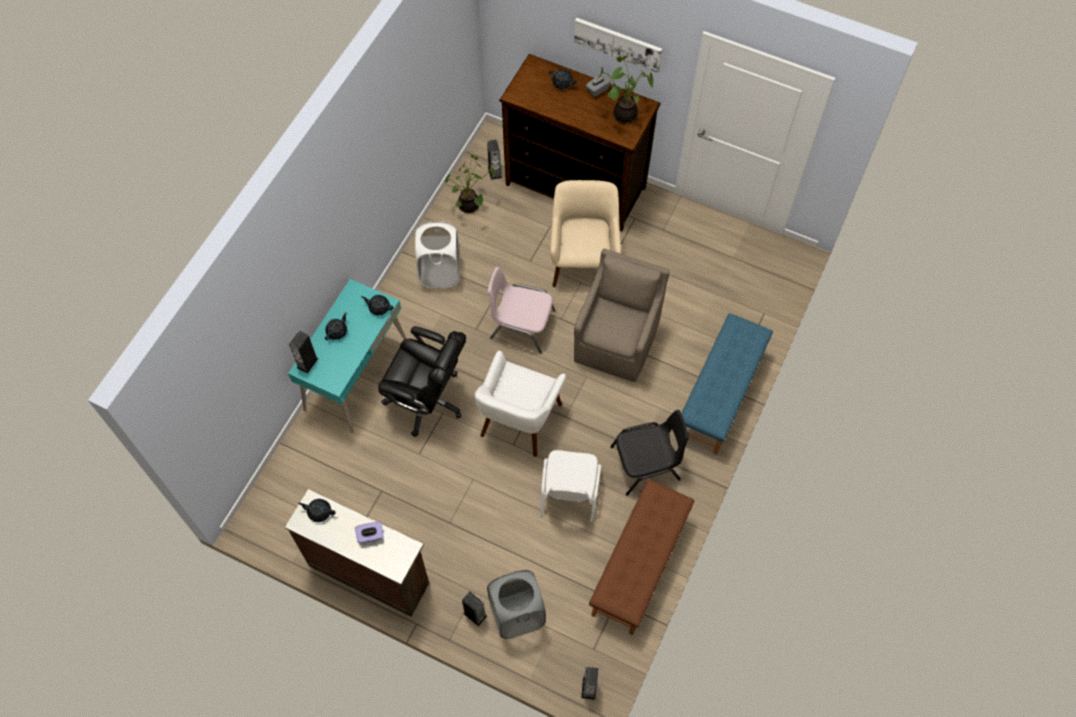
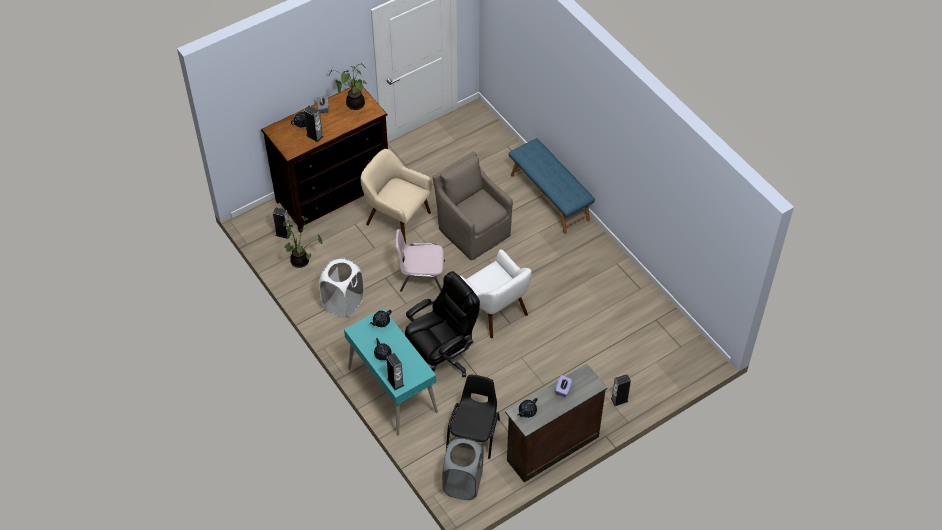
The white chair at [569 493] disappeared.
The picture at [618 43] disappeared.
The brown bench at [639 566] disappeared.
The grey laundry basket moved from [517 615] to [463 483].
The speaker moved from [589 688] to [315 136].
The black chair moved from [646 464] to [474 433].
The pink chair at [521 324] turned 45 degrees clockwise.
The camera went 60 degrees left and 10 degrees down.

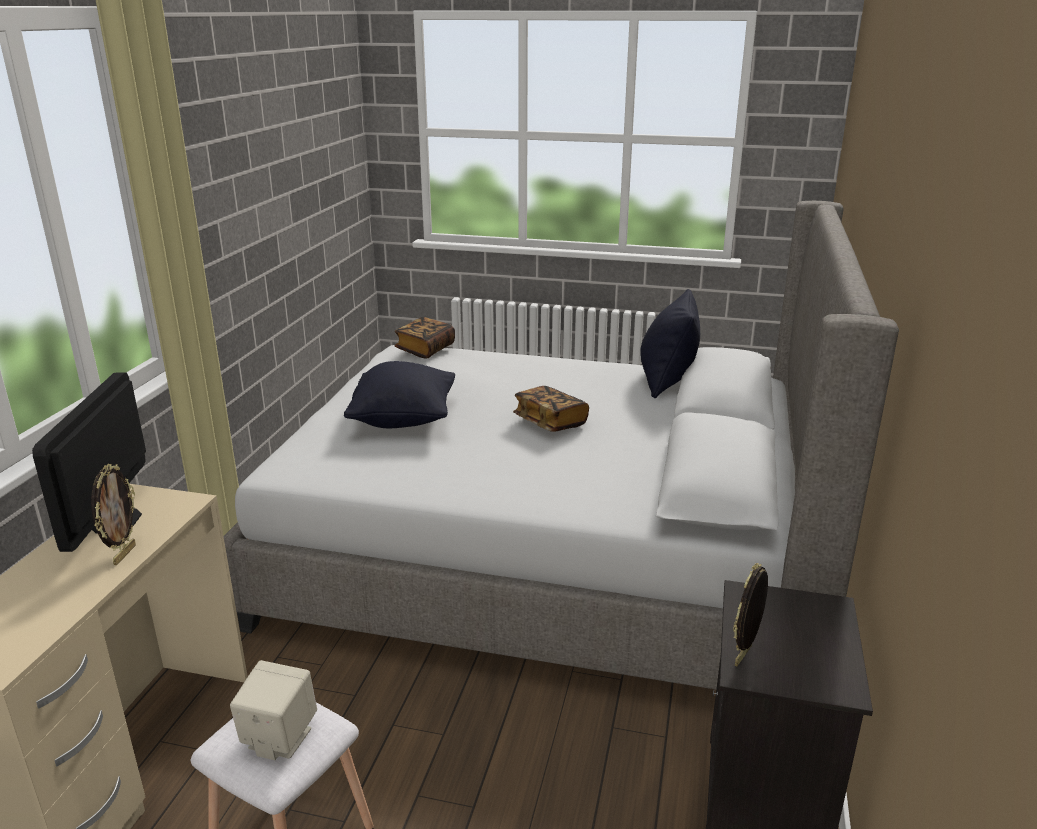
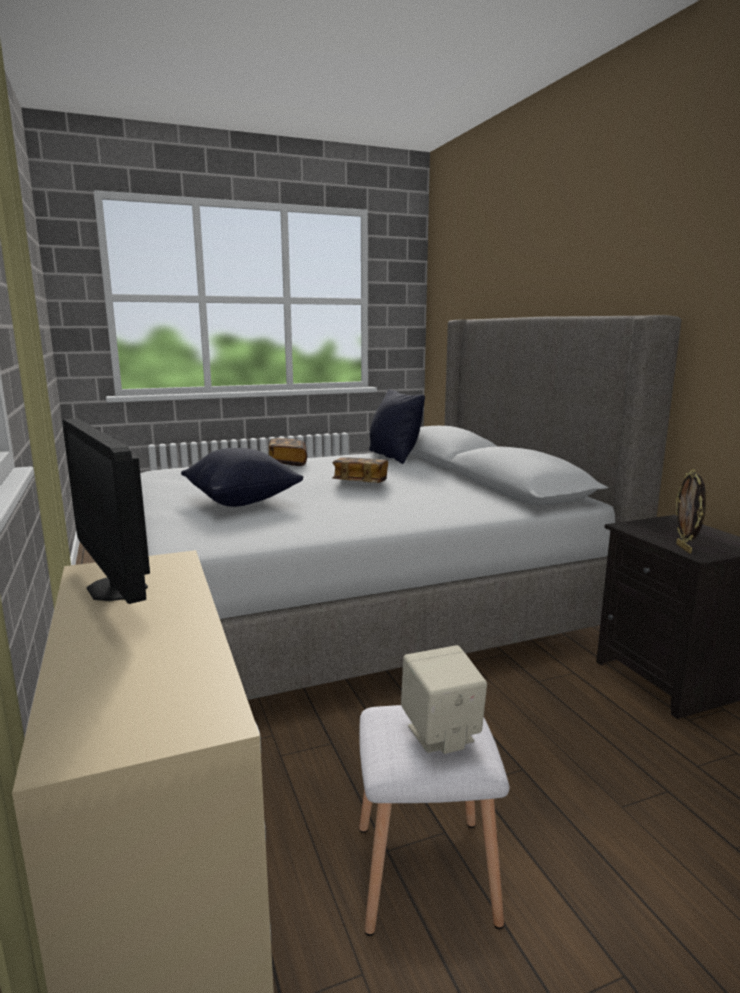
The picture frame at [123 554] disappeared.
The book moved from [425 349] to [288 462].
The camera went 35 degrees left and 10 degrees down.

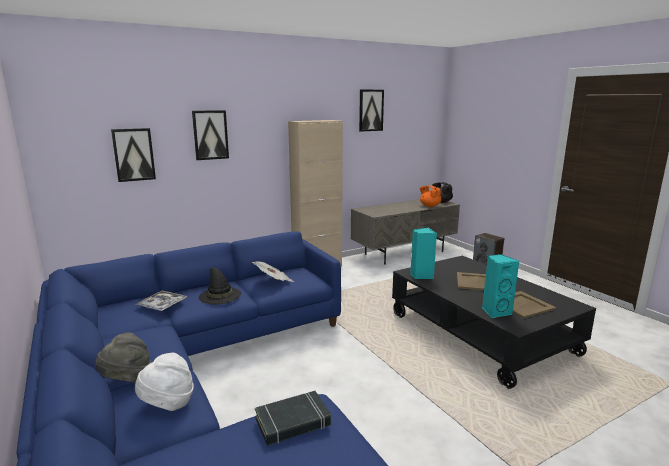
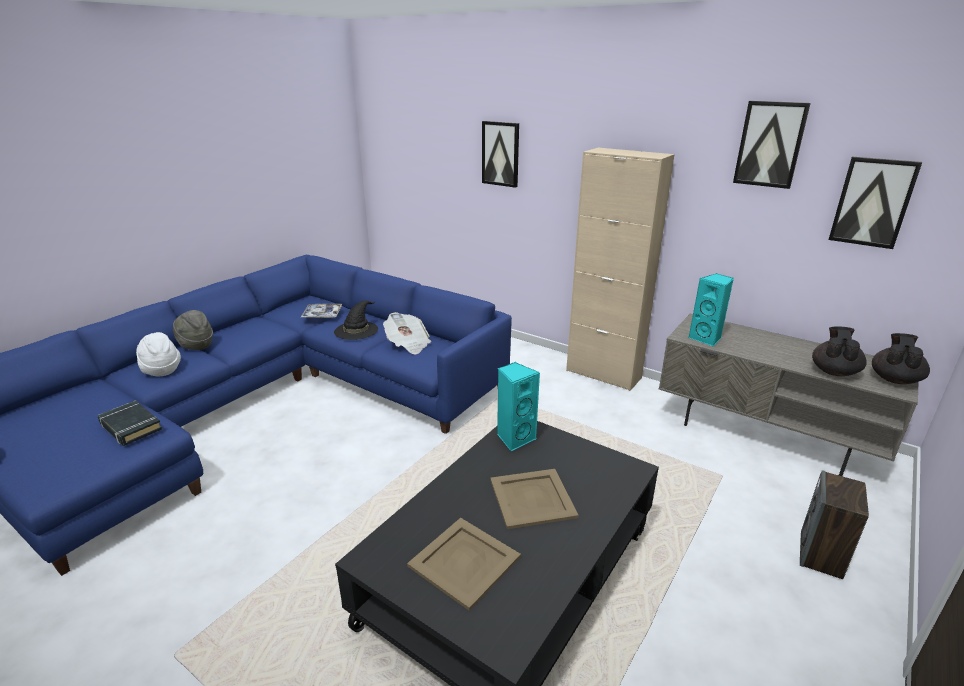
The picture moved from [133 154] to [872 202].
The turquoise speaker moved from [495 312] to [706 339].
The orange teapot at [429 205] became the black teapot at [834 371].
The camera went 65 degrees right and 10 degrees up.

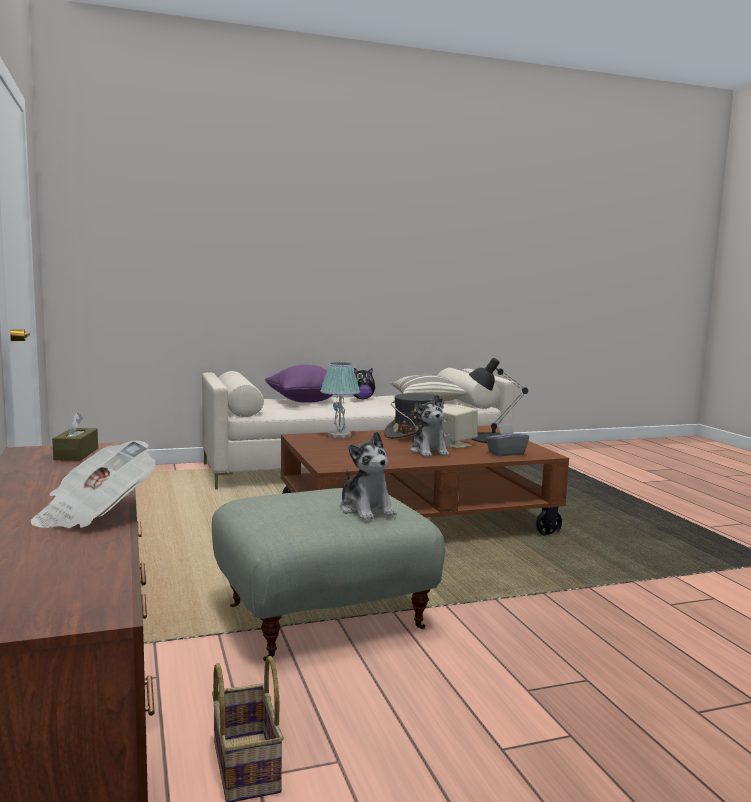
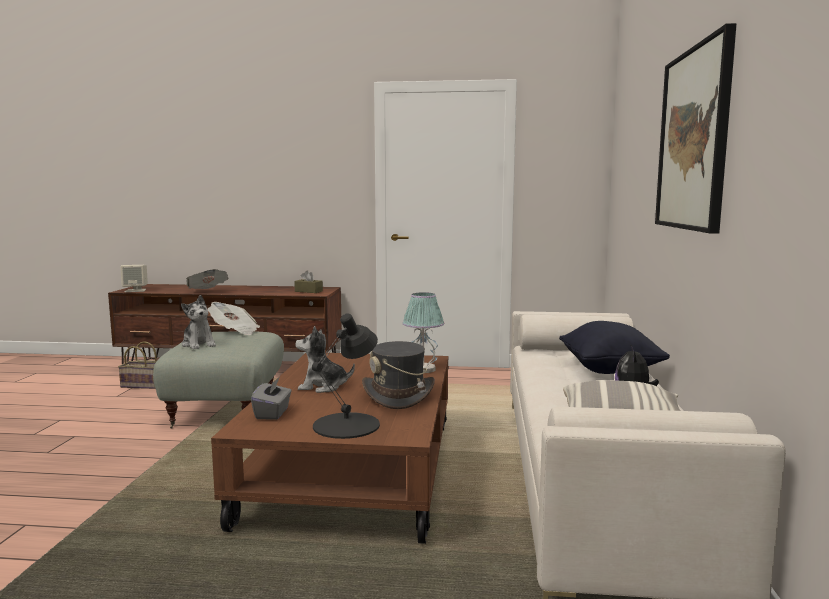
The newspaper at [235 331] appeared.
The picture at [693 139] appeared.
The beige speaker moved from [455 444] to [135 290].
The purple pillow at [305 401] became the black pillow at [609 370].
The plush toy at [366 510] turned 120 degrees counterclockwise.
The camera went 115 degrees right and 0 degrees up.

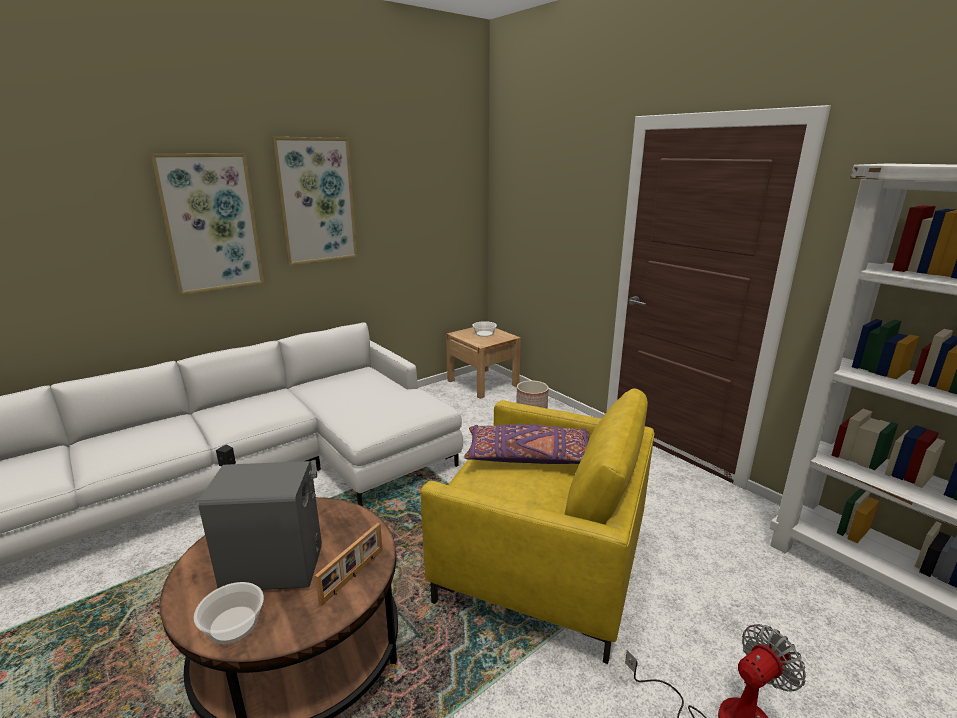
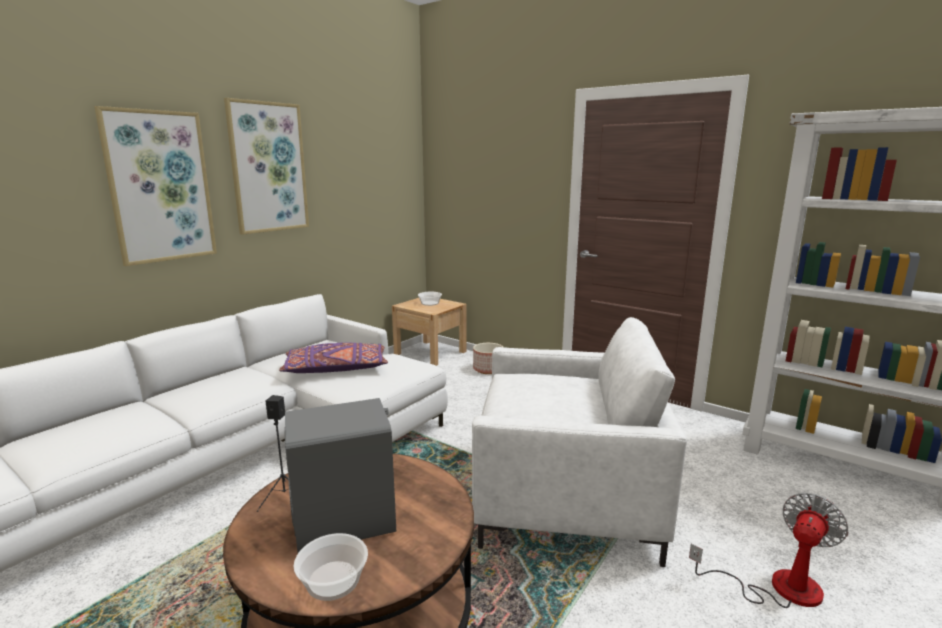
The picture frame at [353 576] disappeared.
The purple pillow moved from [529 457] to [336 369].
The yellow armchair at [543 563] became the white armchair at [565 495].
The camera went 15 degrees left and 5 degrees down.

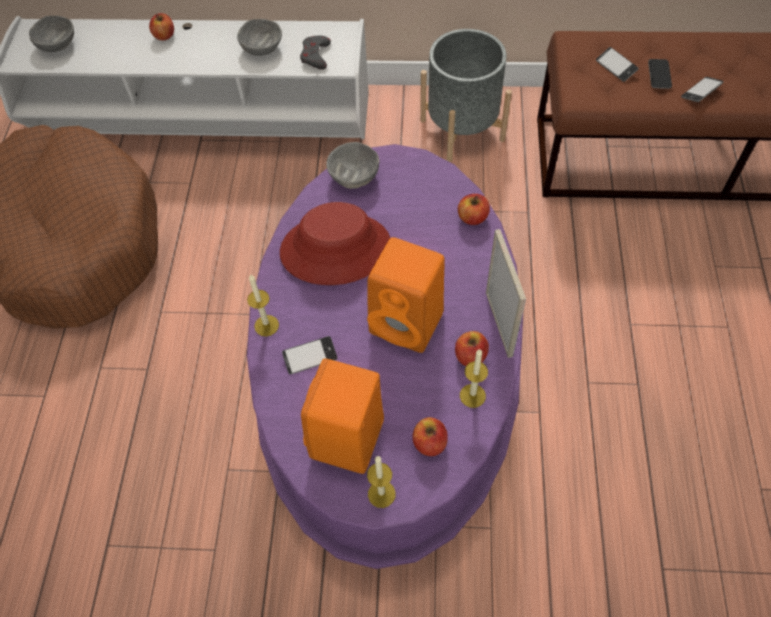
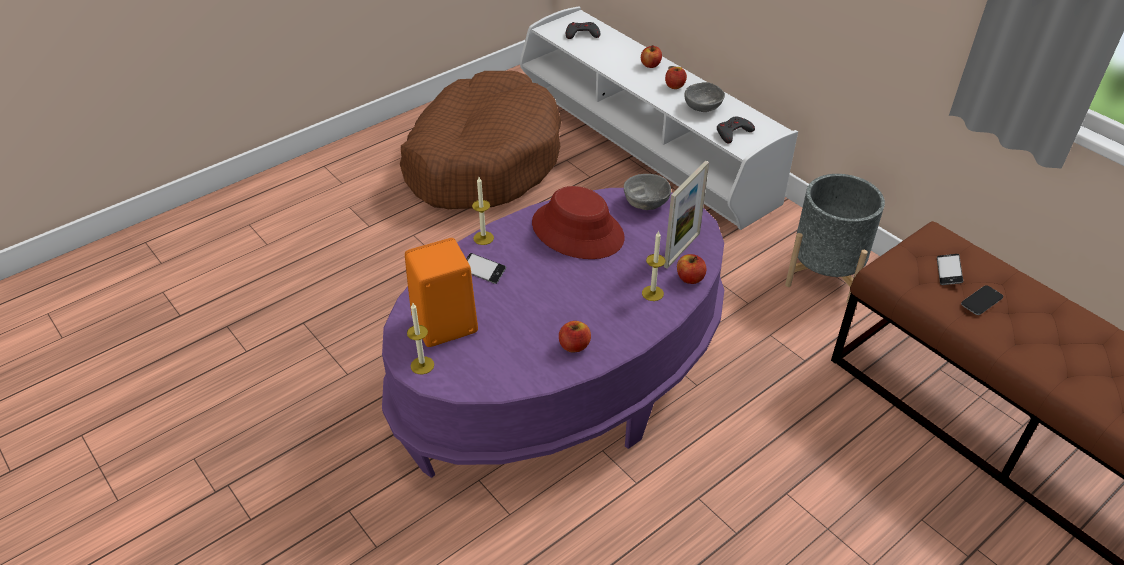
The orange speaker at [409 323] disappeared.
The phone at [701 92] disappeared.
The apple moved from [429 443] to [674 86].
The candle moved from [472 395] to [652 293].
The picture frame moved from [499 324] to [682 250].
The grey bowl at [57 44] was replaced by the grey game controller at [582 34].
The camera went 45 degrees right and 15 degrees down.

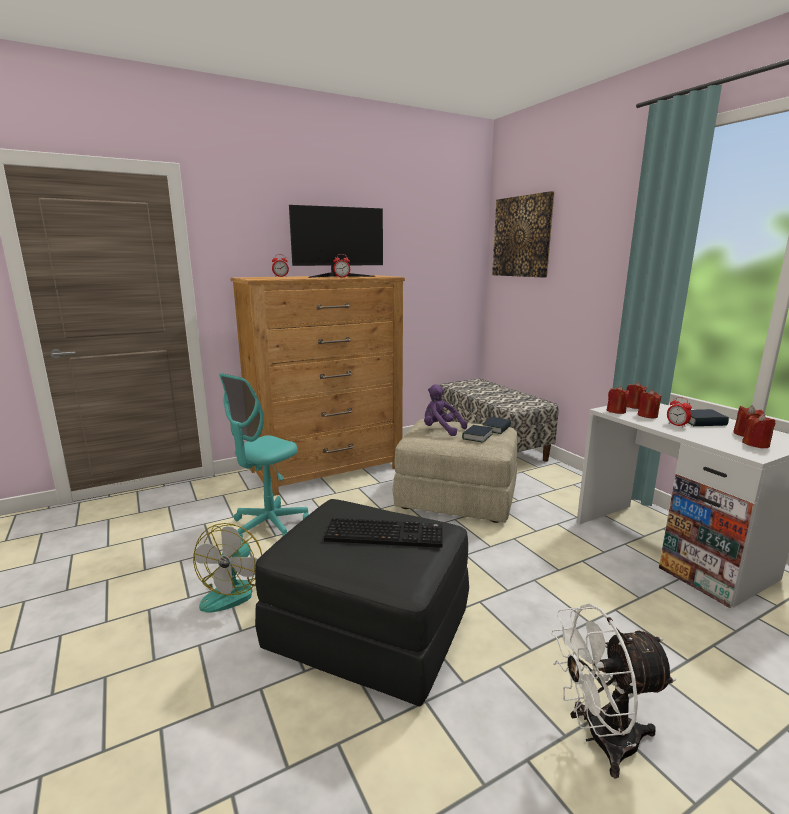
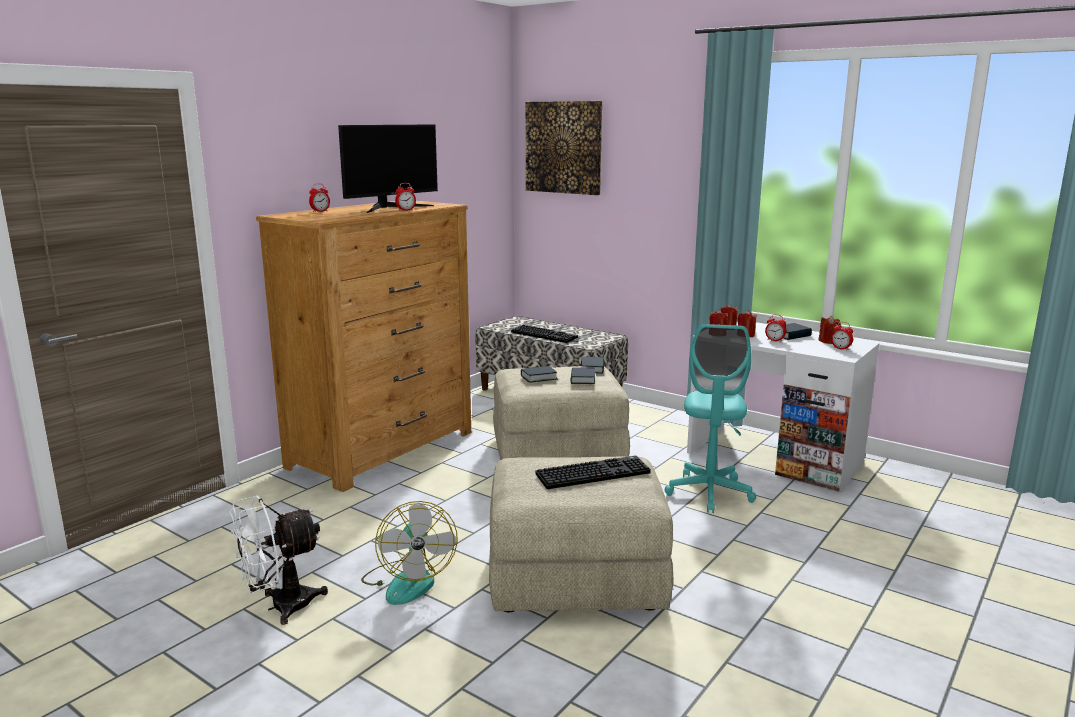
The keyboard at [545 335] appeared.
The turquoise office chair moved from [269 526] to [709 493].
The white fan moved from [600 739] to [280 607].
The purple plush toy at [441 430] was replaced by the book at [538 378].
The red candle at [756 444] was replaced by the alarm clock at [841 348].
The black ottoman at [370 631] became the beige ottoman at [577 576].
The camera went 25 degrees left and 0 degrees up.

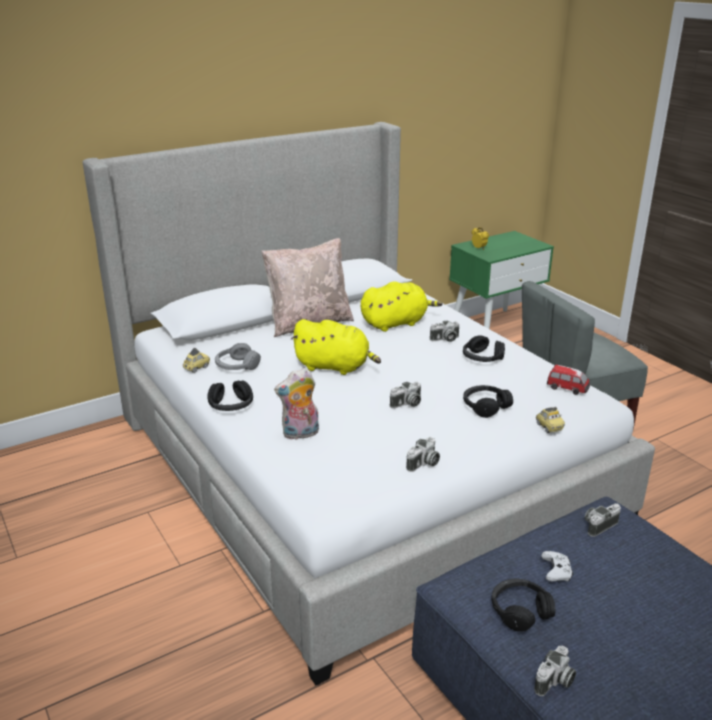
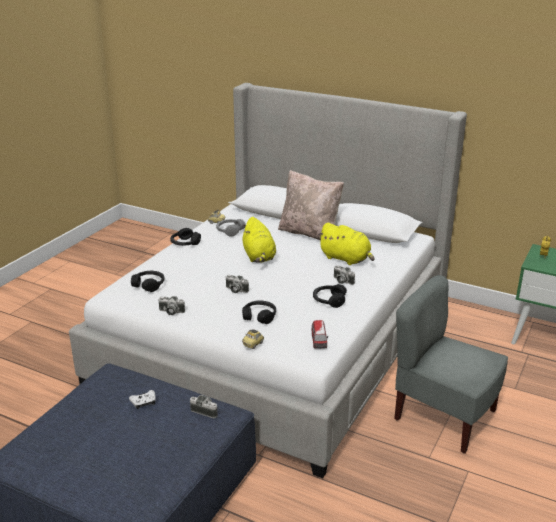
The plush toy at [300 434] disappeared.
The photo camera at [555 682] disappeared.
The black headphones moved from [520 611] to [149 285].
The camera went 60 degrees right and 0 degrees up.

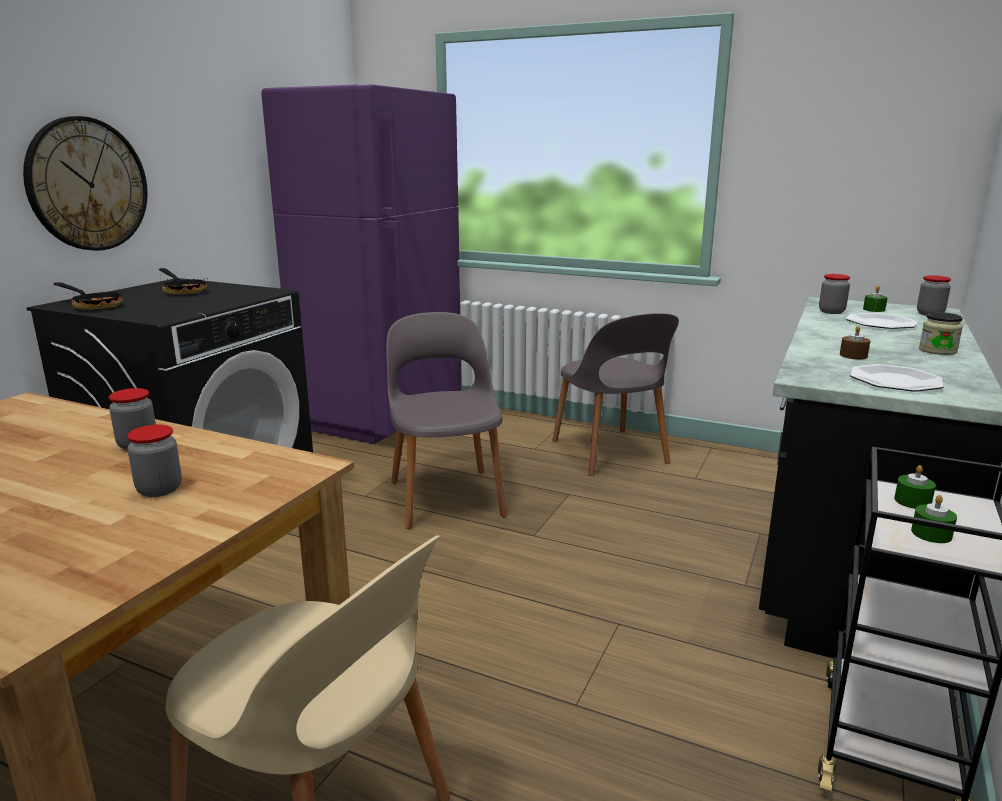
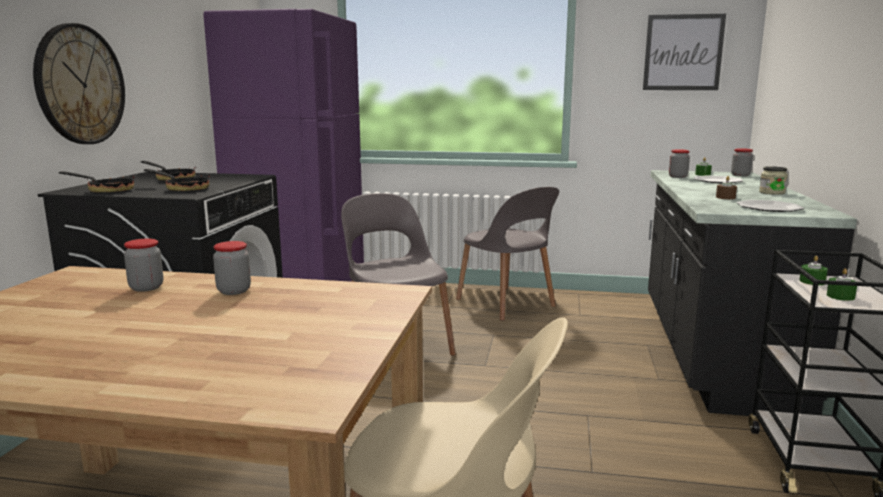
The frying pan at [183 188] appeared.
The picture at [683 52] appeared.
The jar moved from [159 490] to [146 287].
The camera went 15 degrees left and 5 degrees down.

